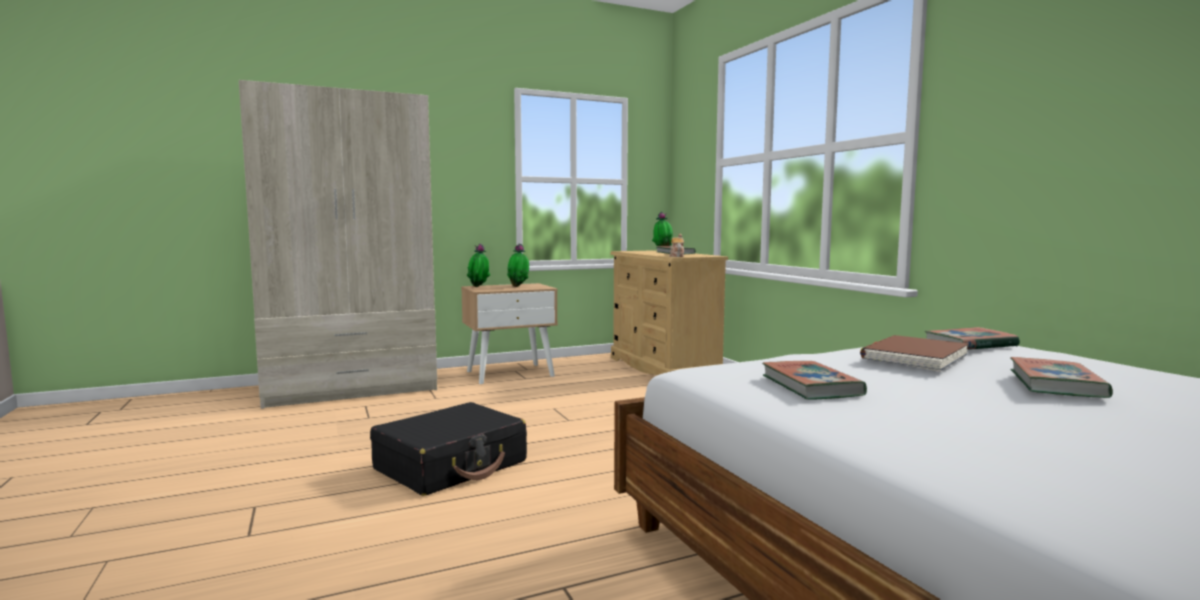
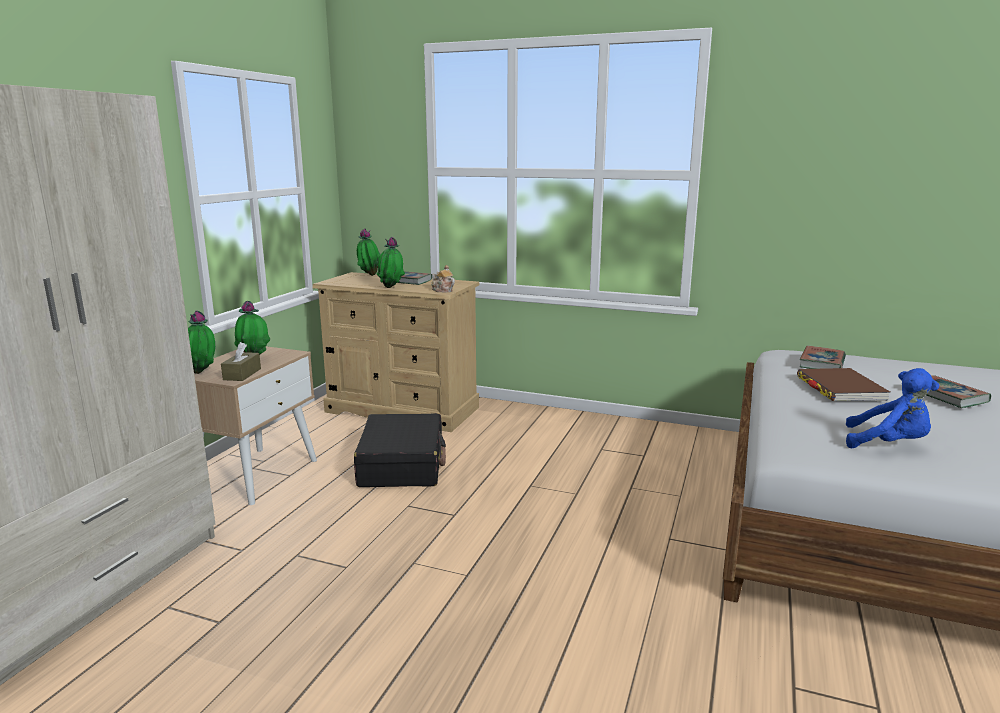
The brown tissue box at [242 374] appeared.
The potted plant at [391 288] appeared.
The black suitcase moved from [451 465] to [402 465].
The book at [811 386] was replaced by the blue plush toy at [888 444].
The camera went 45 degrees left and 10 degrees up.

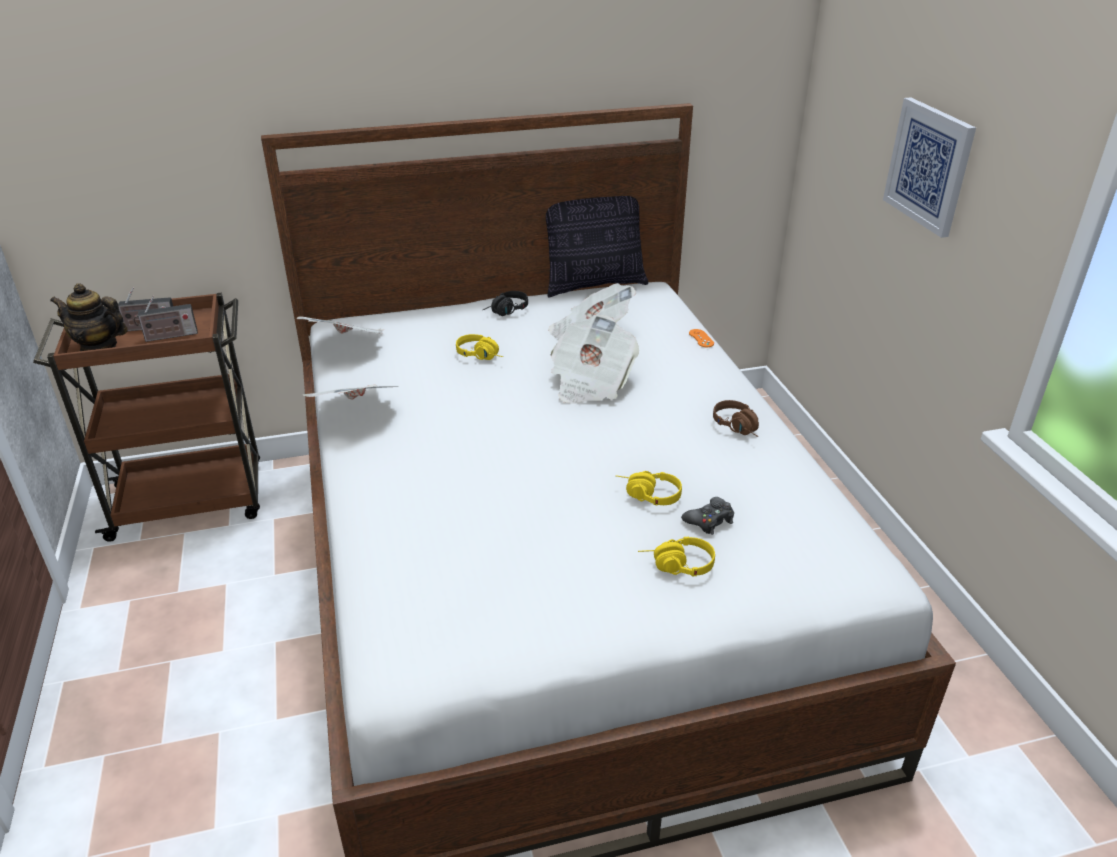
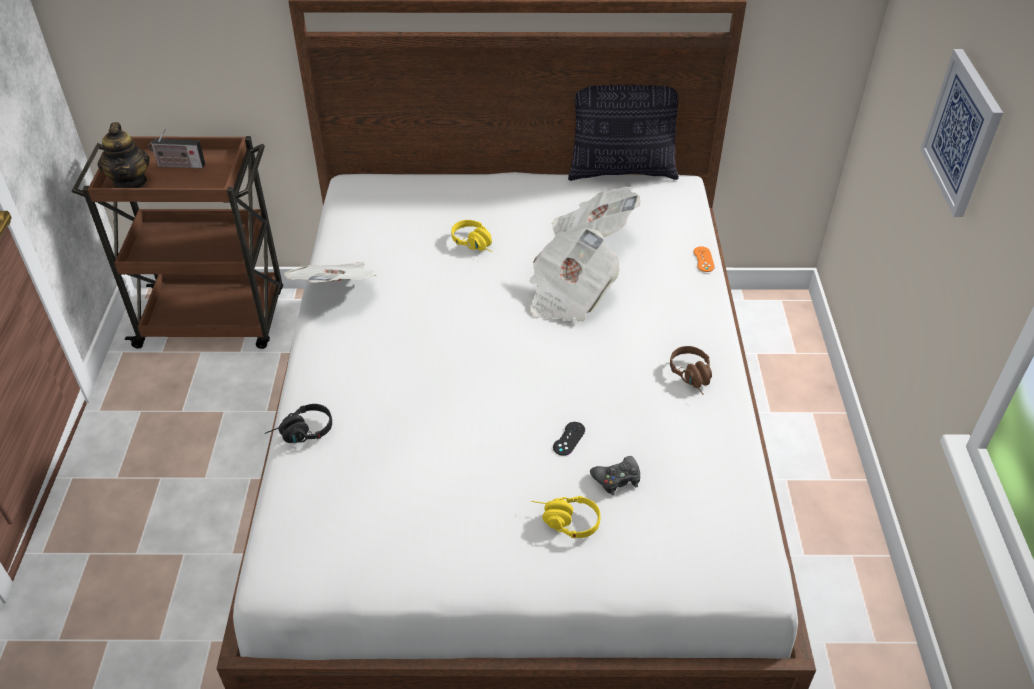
The radio at [168 336] disappeared.
The newspaper at [348 345] disappeared.
The black headphones moved from [506 311] to [301 434].
The yellow headphones at [646 495] was replaced by the black game controller at [569 438].
The teapot at [98 347] turned 135 degrees counterclockwise.
The camera went 15 degrees right and 10 degrees up.

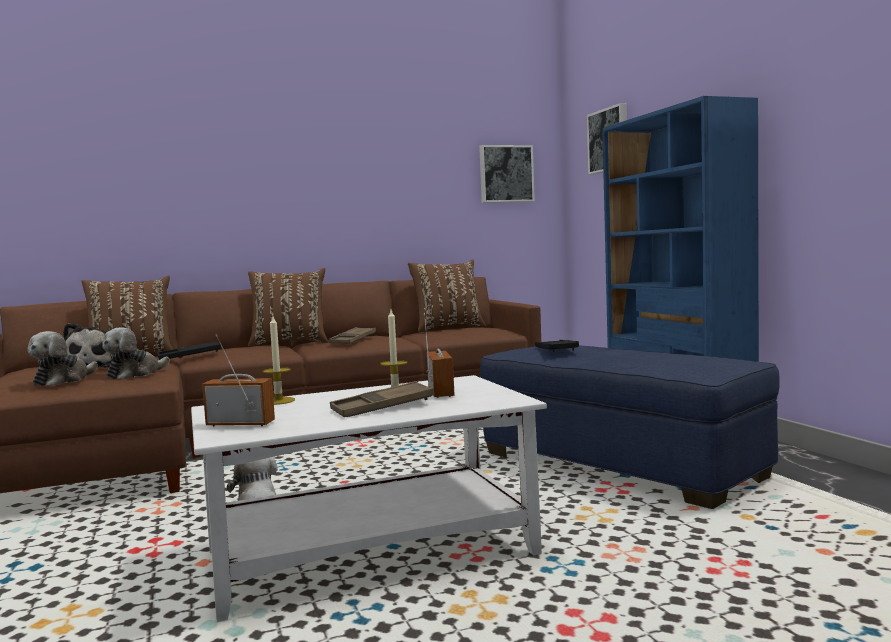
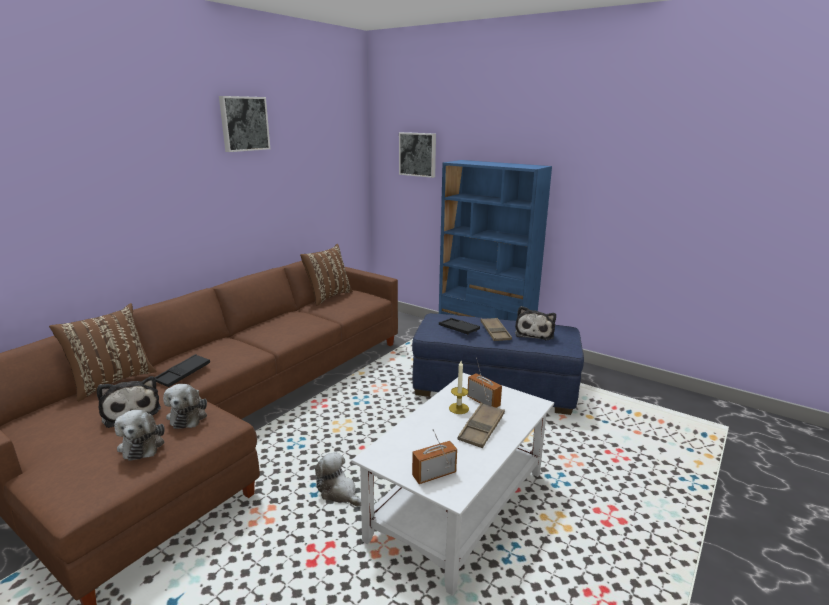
The brown pillow at [290 343] disappeared.
The candle at [278 401] disappeared.
The plush toy at [534 333] appeared.
The brown tray moved from [353 340] to [495 332].
The picture moved from [505 174] to [244 123].
The camera went 35 degrees left and 15 degrees up.

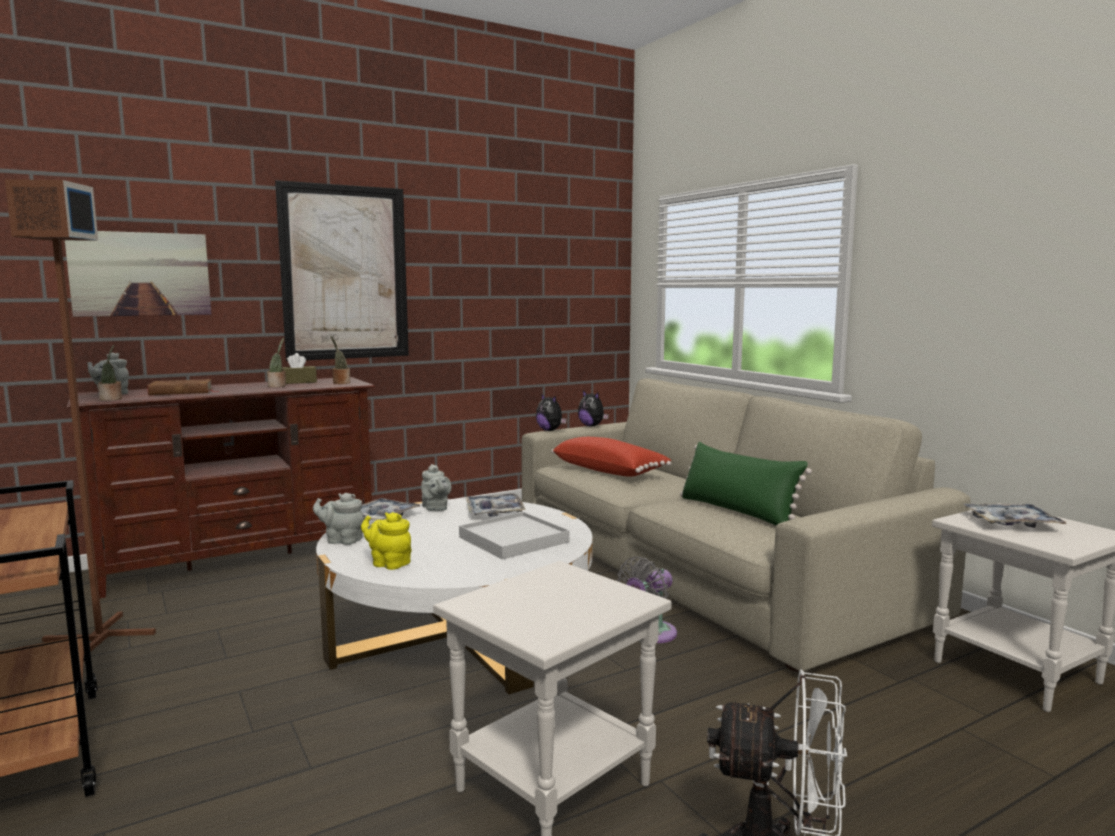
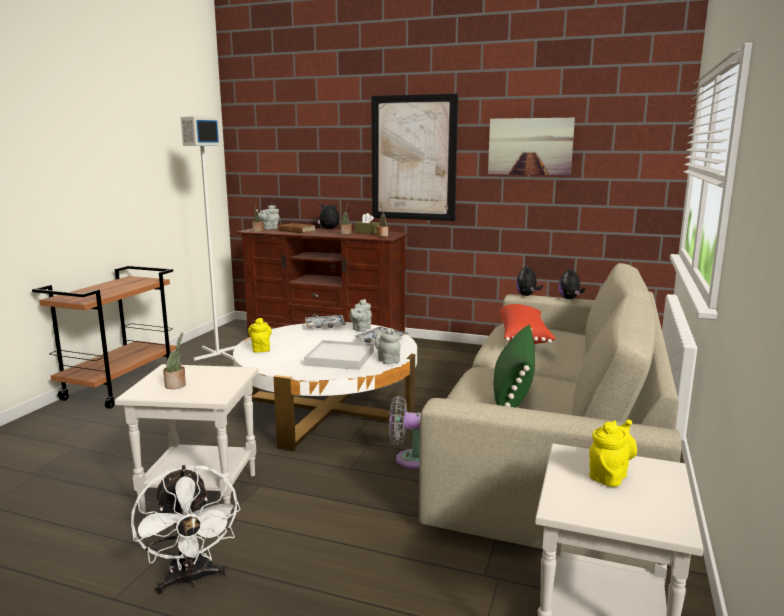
The potted plant at [176 385] appeared.
The plush toy at [329 229] appeared.
The picture moved from [141 274] to [530 146].
The grey teapot moved from [342 540] to [387 360].
The tray at [1011 523] was replaced by the yellow teapot at [609 475].
The brown floor lamp at [97 637] became the white floor lamp at [216 353].
The camera went 50 degrees right and 5 degrees up.

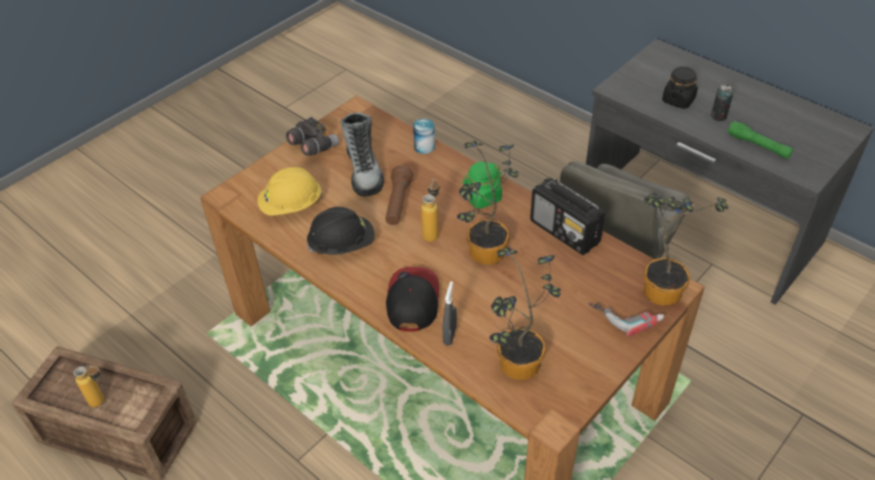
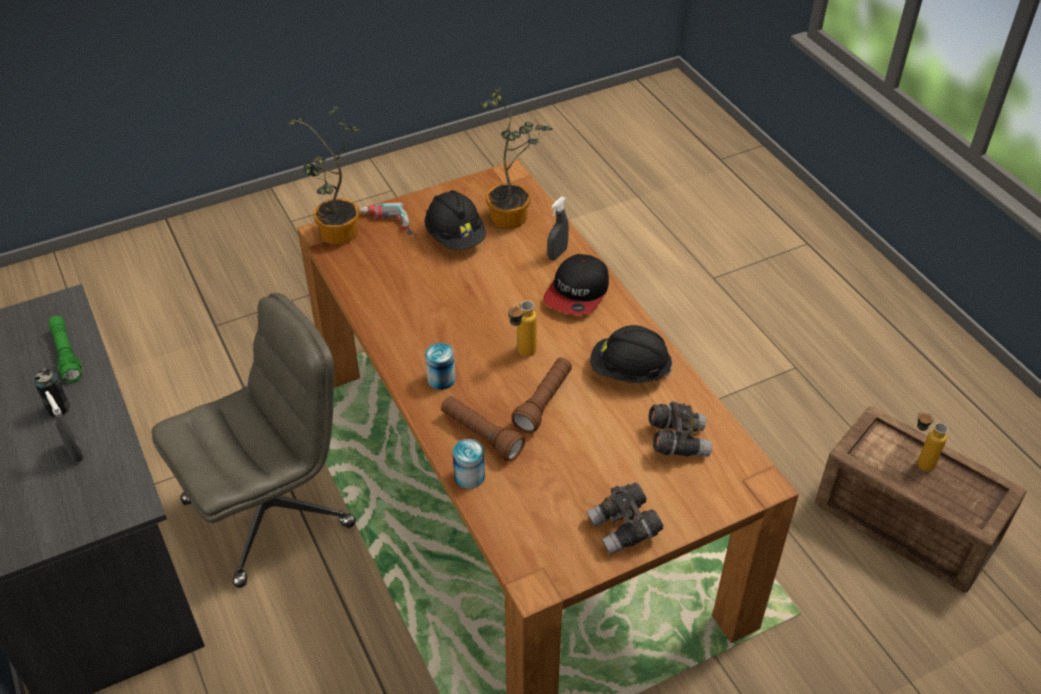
The boot at [364 172] disappeared.
The potted plant at [483 255] disappeared.
The radio at [565 232] disappeared.
The black hard hat at [455 237] appeared.
The brown flashlight at [481 435] appeared.
The yellow hard hat at [291 206] was replaced by the grey binoculars at [677 441].
The green jar at [482 197] was replaced by the can at [441 379].
The black jar at [678 100] was replaced by the grey spray bottle at [74 452].
The camera went 160 degrees left and 0 degrees up.

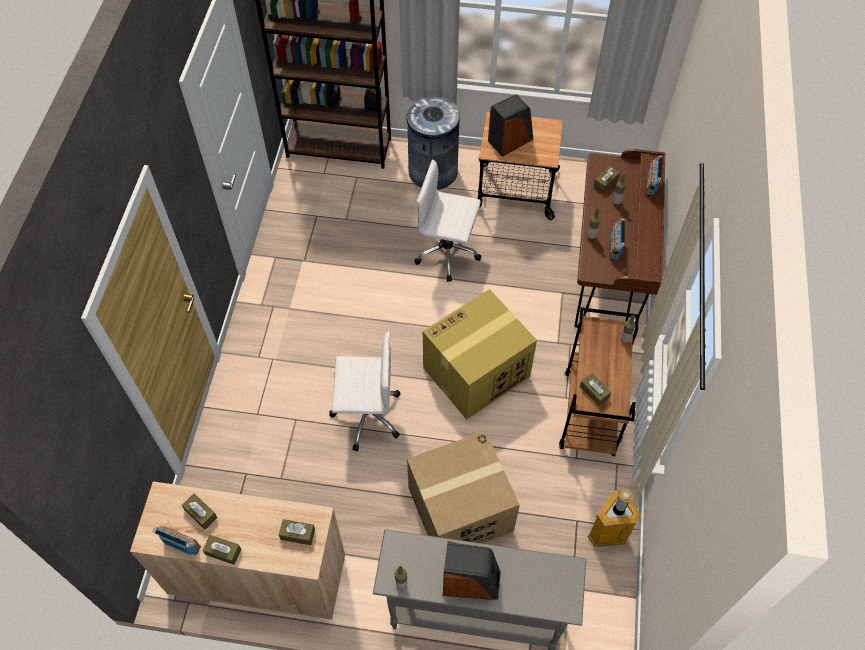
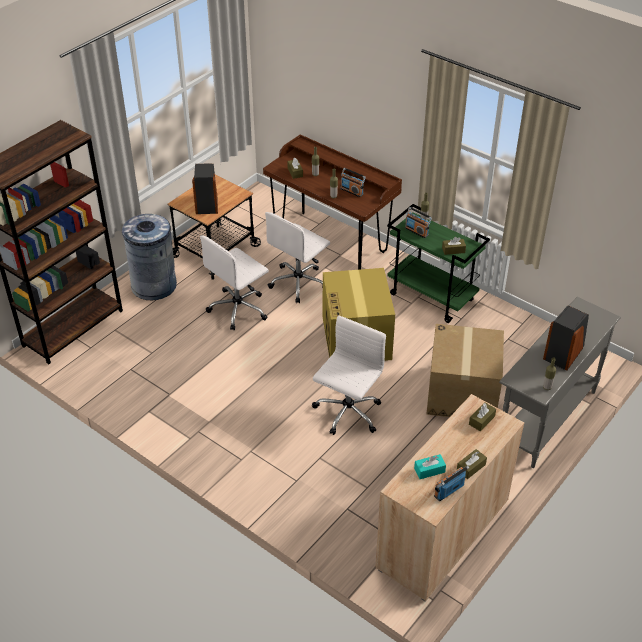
The trash can at [606 533] disappeared.
The white office chair at [299 283] appeared.
The radio moved from [650 184] to [416 231].
The brown tissue box at [201 513] became the turquoise tissue box at [429 470].
The brown cart at [590 414] became the green cart at [432 297].
The camera went 60 degrees left and 15 degrees down.

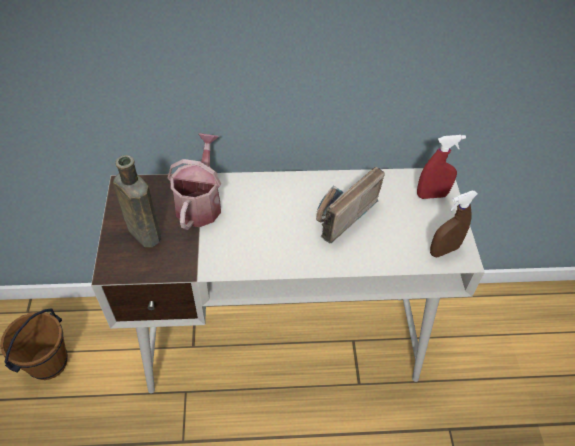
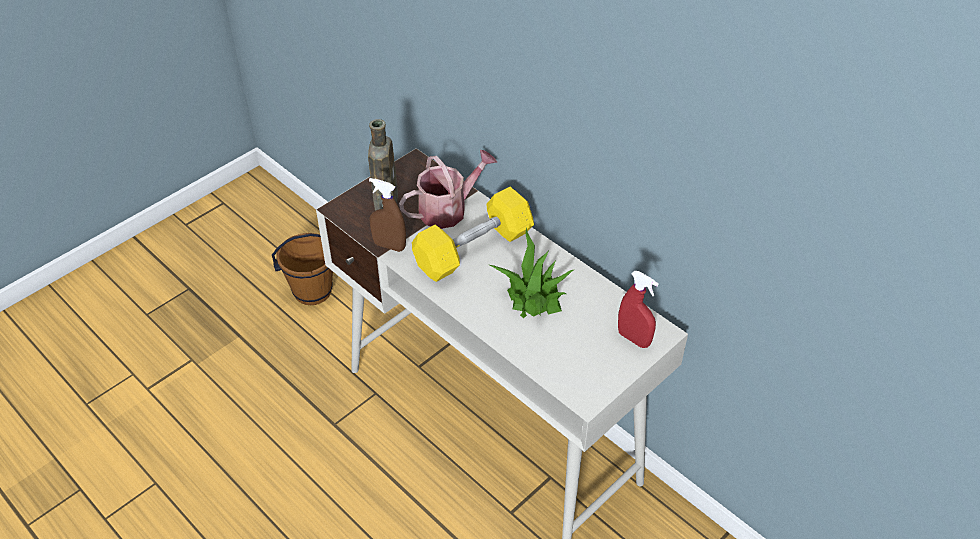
The yellow dumbbell at [473 249] appeared.
The brown spray bottle moved from [444 250] to [389 246].
The radio at [339 215] was replaced by the potted plant at [534 294].
The camera went 50 degrees right and 5 degrees down.

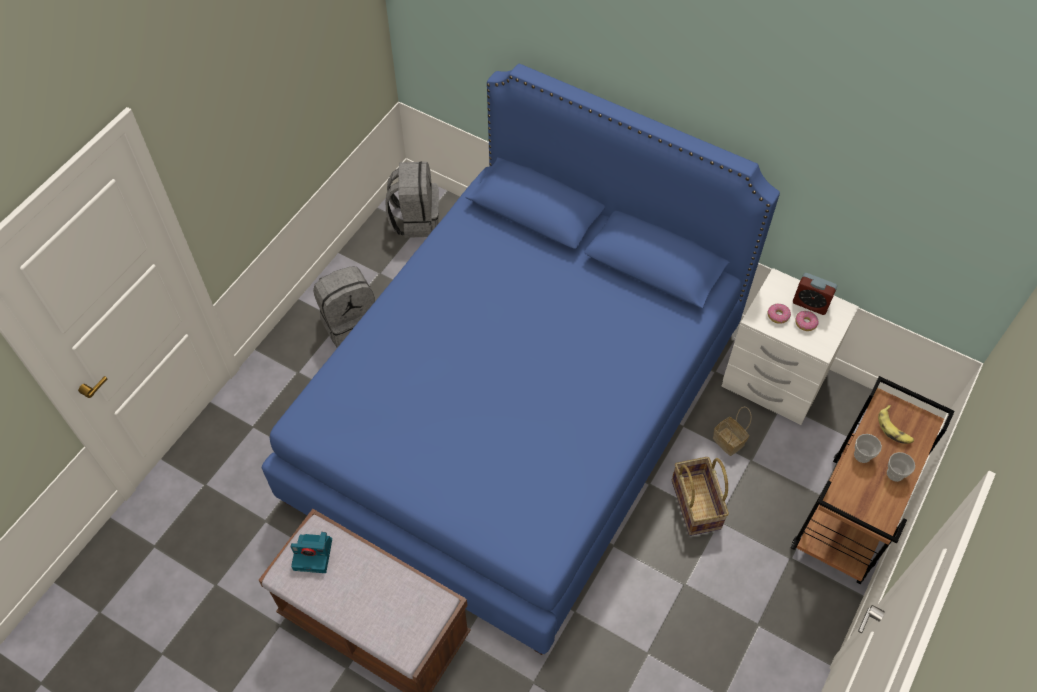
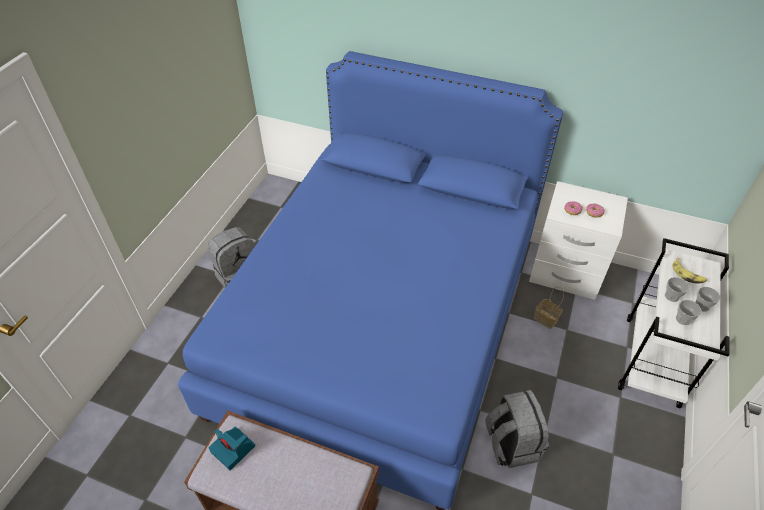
The basket at [697 504] disappeared.
The alarm clock at [810 303] disappeared.
The cup at [683 319] appeared.
The grey backpack moved from [415 219] to [511 444].
The brown cart at [847 520] became the white cart at [652 362].
The photo camera at [314 554] turned 45 degrees clockwise.
The camera went 10 degrees left and 10 degrees down.

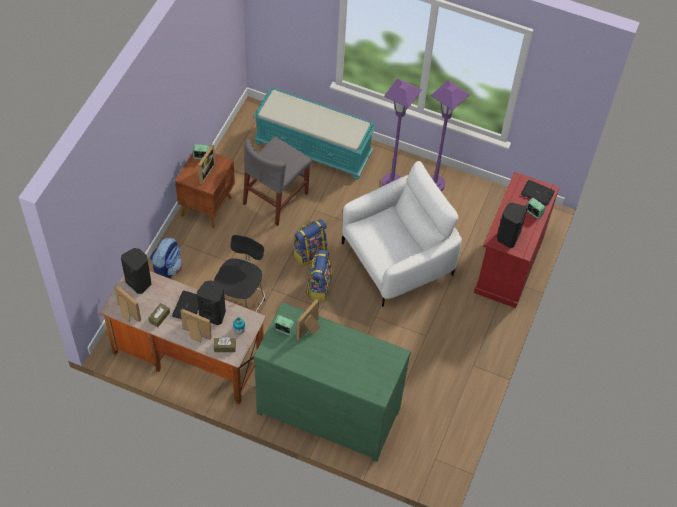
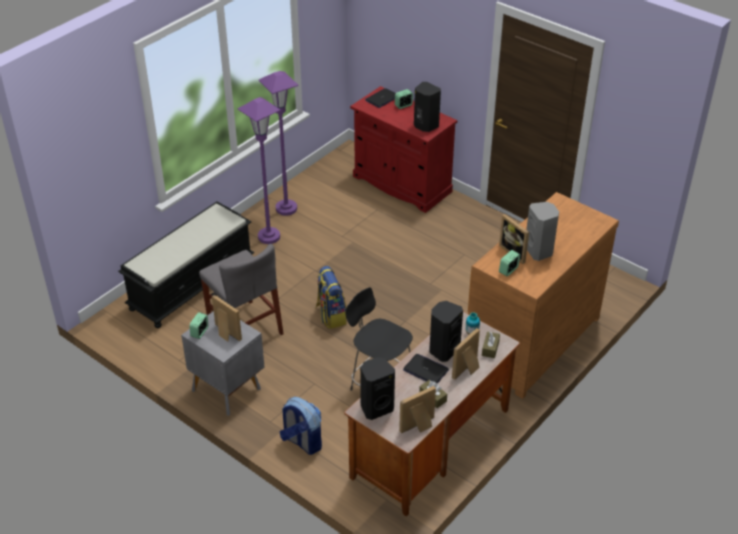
The backpack at [318 287] disappeared.
The white armchair at [396 259] disappeared.
The grey speaker at [539 251] appeared.
The brown nightstand at [207 206] became the grey nightstand at [226 388].
The turquoise bench at [314 148] became the black bench at [192 283].
The green dresser at [329 408] became the brown dresser at [530 340].
The camera went 70 degrees left and 15 degrees down.

